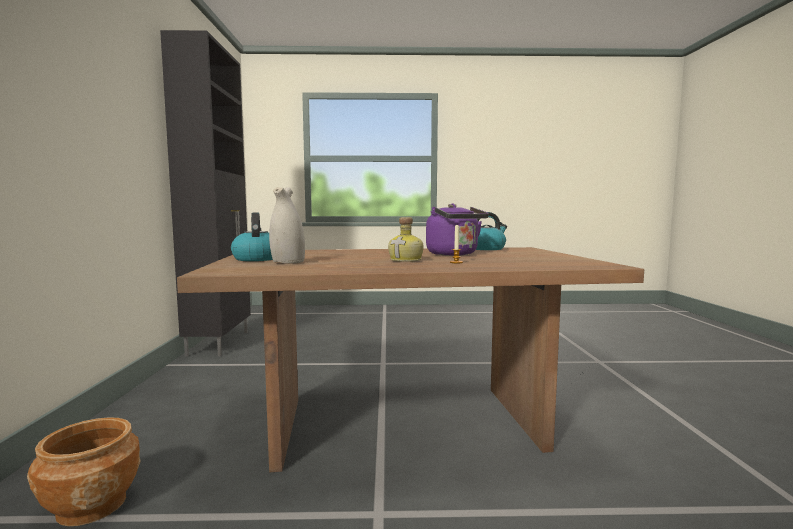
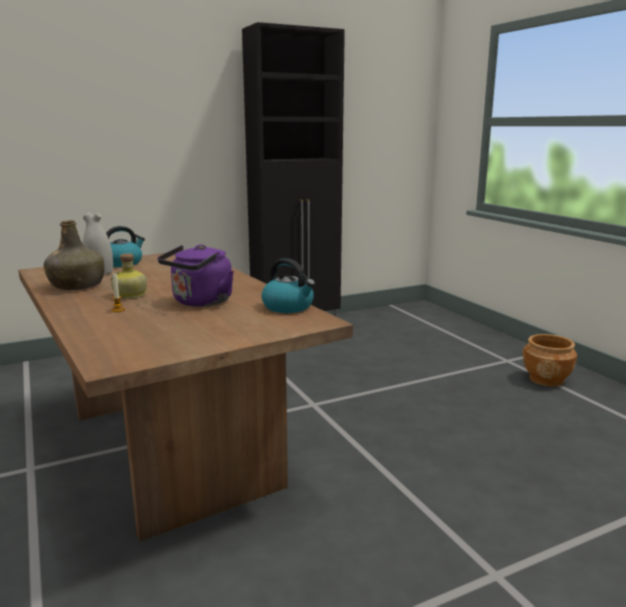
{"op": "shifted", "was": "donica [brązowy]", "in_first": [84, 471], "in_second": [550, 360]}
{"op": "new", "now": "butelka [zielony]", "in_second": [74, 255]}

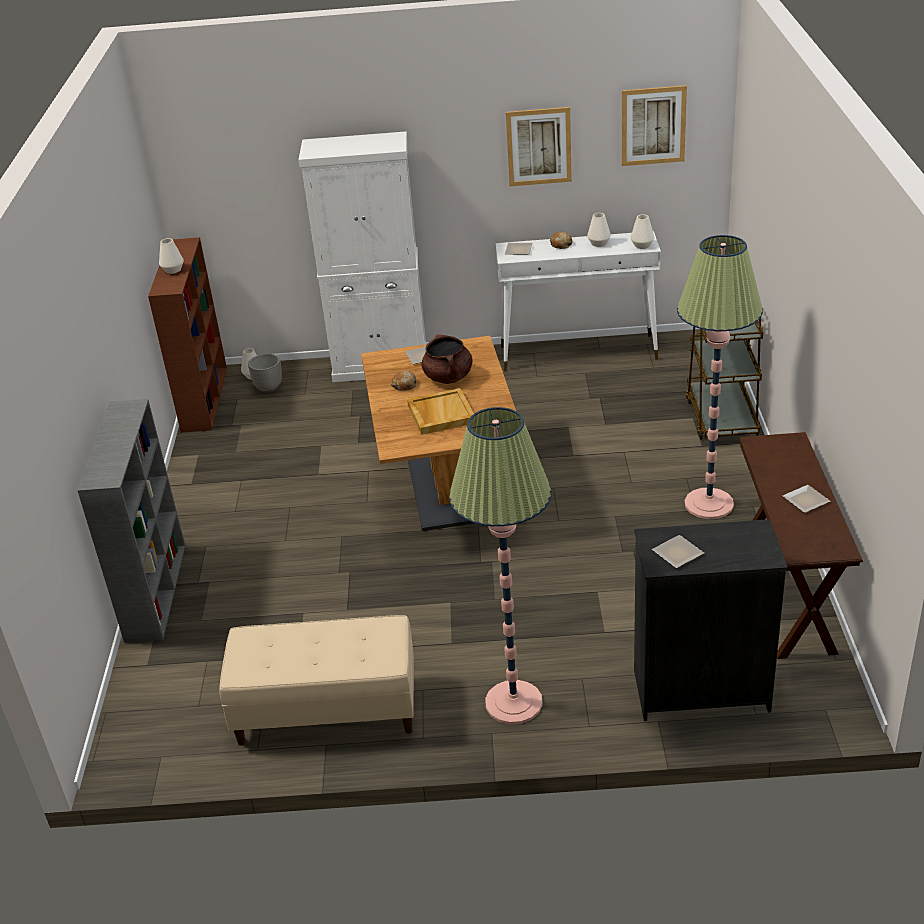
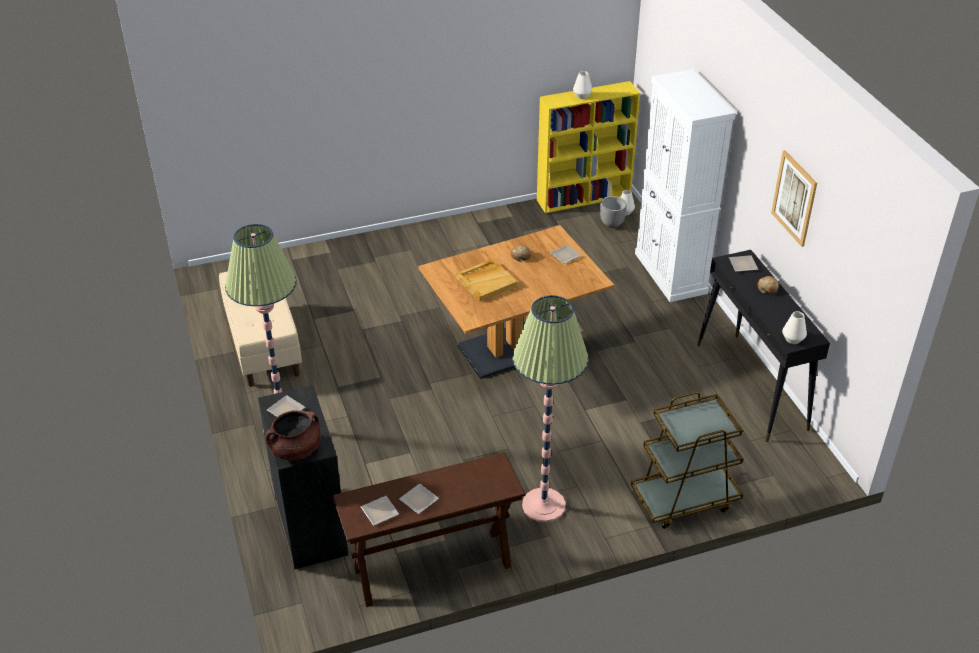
{"op": "gone", "was": "regał [szary]", "in_first": [131, 521]}
{"op": "repainted", "was": "regał [brązowy]", "now": "regał [żółty]", "in_first": [187, 335], "in_second": [588, 147]}
{"op": "shifted", "was": "garnek [brązowy]", "in_first": [447, 359], "in_second": [292, 435]}
{"op": "repainted", "was": "stolik konsolowy [biały]", "now": "stolik konsolowy [czarny]", "in_first": [578, 301], "in_second": [763, 346]}
{"op": "gone", "was": "wazon [biały]", "in_first": [599, 230]}
{"op": "gone", "was": "obraz", "in_first": [654, 125]}
{"op": "new", "now": "talerz", "in_second": [380, 511]}

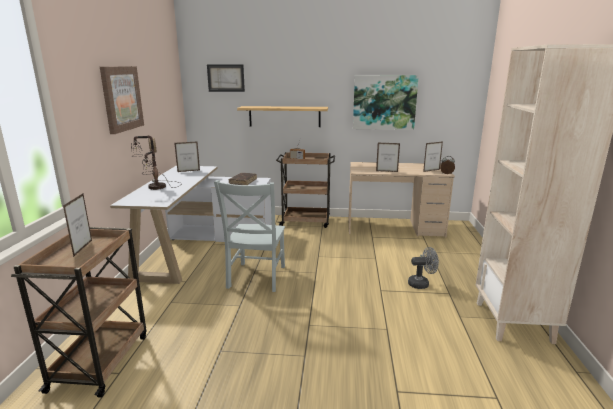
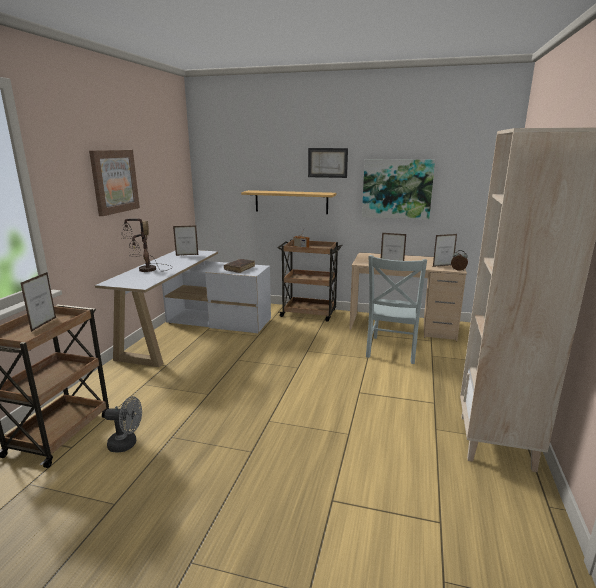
{"op": "shifted", "was": "obraz", "in_first": [226, 78], "in_second": [328, 163]}
{"op": "shifted", "was": "krzesło [szary]", "in_first": [249, 236], "in_second": [396, 309]}
{"op": "shifted", "was": "wentylator [szary]", "in_first": [423, 268], "in_second": [123, 424]}

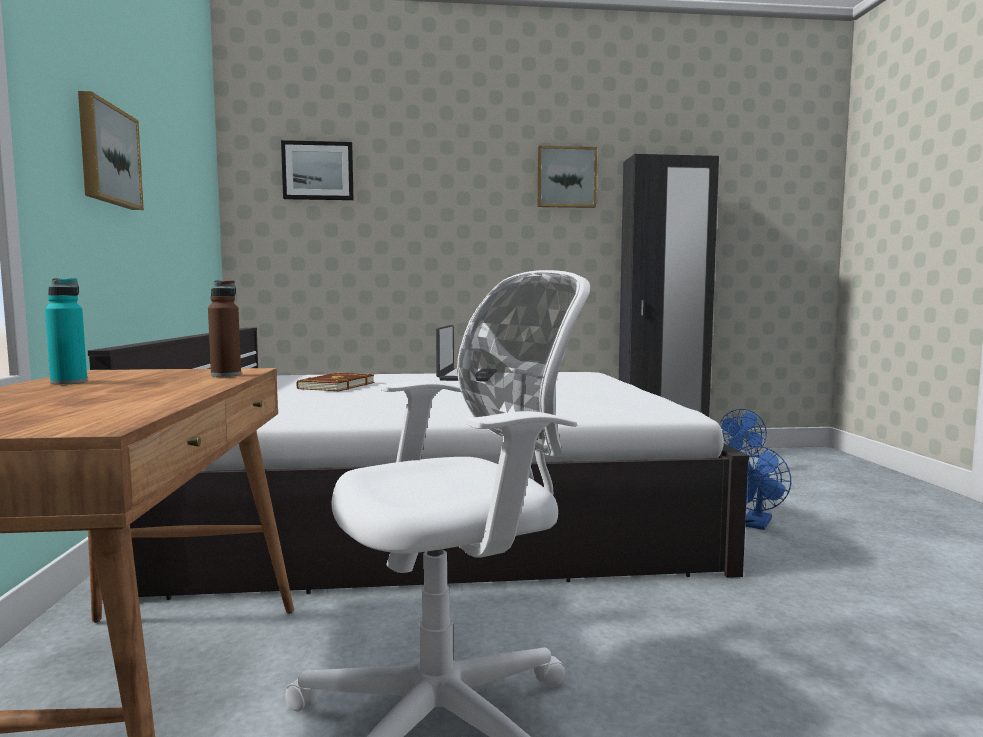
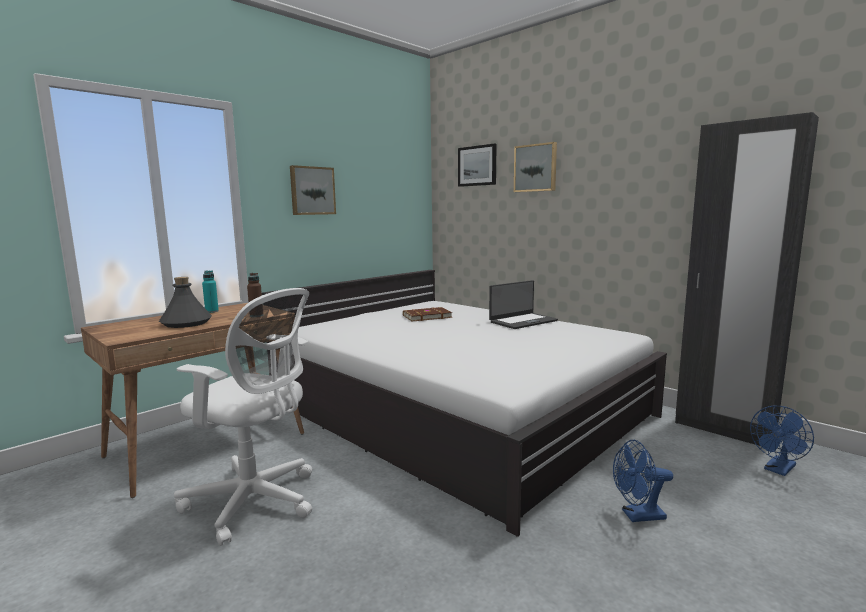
{"op": "shifted", "was": "obraz", "in_first": [567, 177], "in_second": [535, 167]}
{"op": "new", "now": "butelka [szary]", "in_second": [185, 302]}

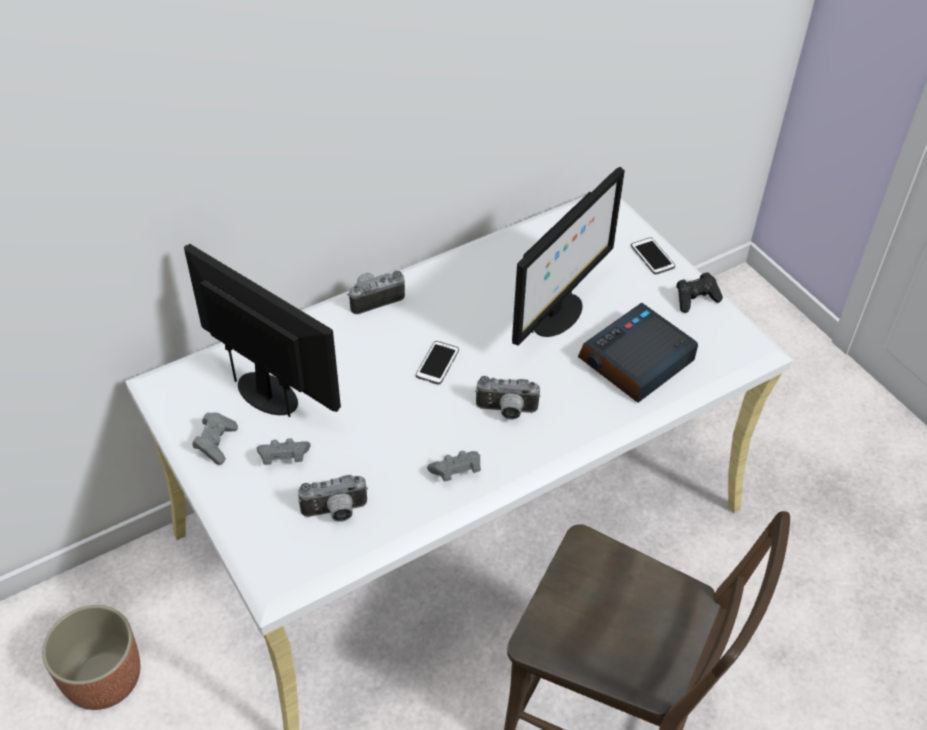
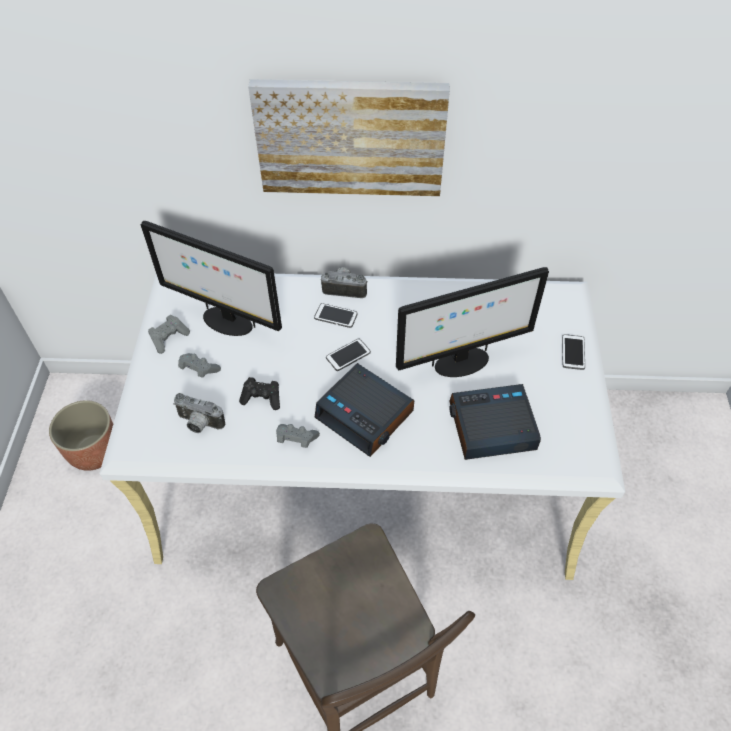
{"op": "rotated", "was": "monitor", "in_first": [262, 330], "in_second": [211, 278], "clockwise": 135}
{"op": "swapped", "was": "aparat fotograficzny", "now": "budzik", "in_first": [507, 398], "in_second": [364, 410]}
{"op": "shifted", "was": "pad do gier [czarny]", "in_first": [699, 292], "in_second": [259, 393]}
{"op": "new", "now": "obraz", "in_second": [349, 137]}
{"op": "new", "now": "telefon", "in_second": [336, 315]}

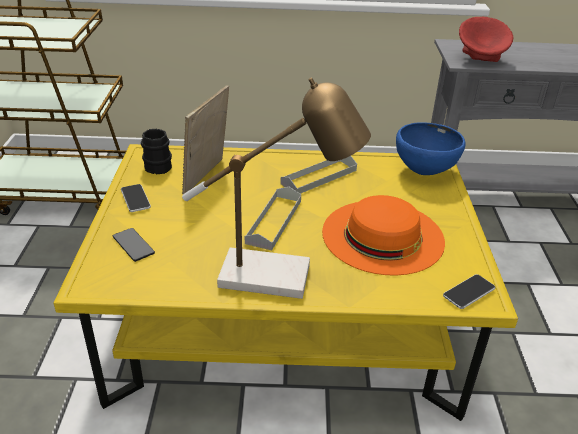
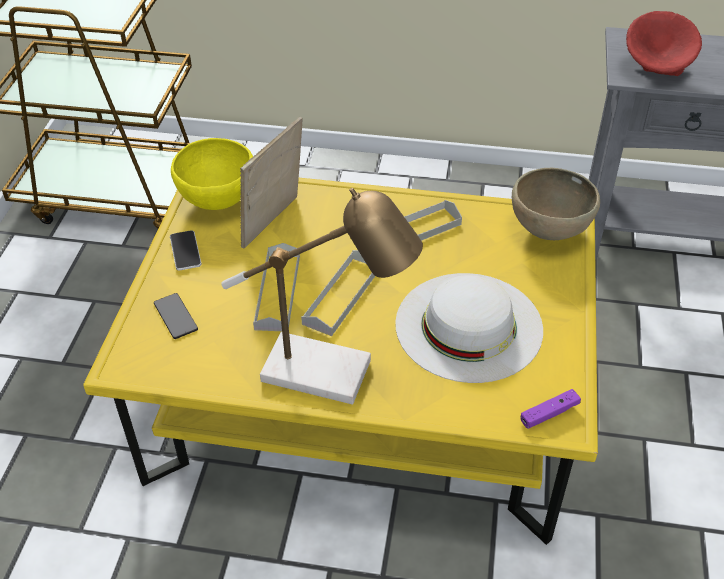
{"op": "swapped", "was": "kubek [czarny]", "now": "miska [żółty]", "in_first": [156, 151], "in_second": [212, 174]}
{"op": "repainted", "was": "kapelusz [pomarańczowy]", "now": "kapelusz [biały]", "in_first": [383, 235], "in_second": [469, 328]}
{"op": "repainted", "was": "miska [niebieski]", "now": "miska [brązowy]", "in_first": [430, 148], "in_second": [556, 204]}
{"op": "swapped", "was": "telefon", "now": "pad do gier [fioletowy]", "in_first": [469, 291], "in_second": [550, 409]}
{"op": "new", "now": "taca [szary]", "in_second": [276, 287]}

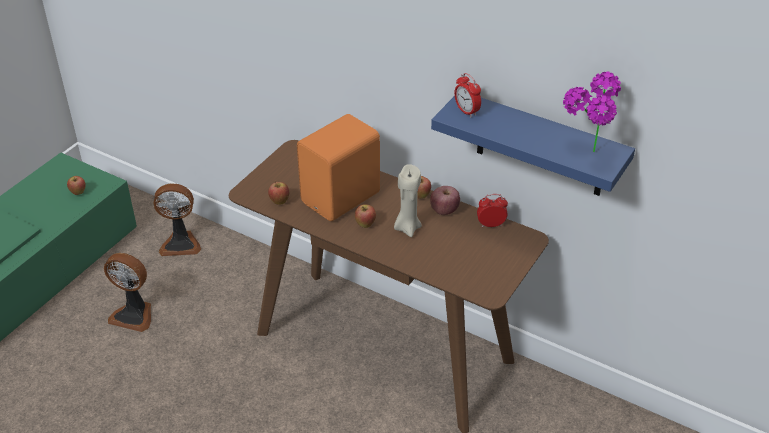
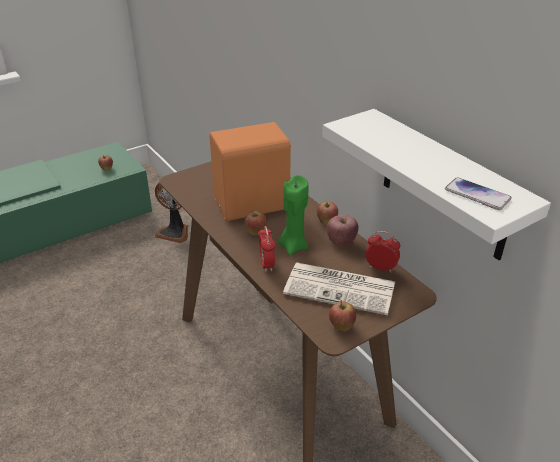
{"op": "gone", "was": "wentylator", "in_first": [127, 292]}
{"op": "shifted", "was": "jabłko", "in_first": [278, 193], "in_second": [342, 315]}
{"op": "repainted", "was": "świeca [beżowy]", "now": "świeca [zielony]", "in_first": [408, 200], "in_second": [293, 215]}
{"op": "repainted", "was": "półka [niebieski]", "now": "półka [biały]", "in_first": [533, 146], "in_second": [436, 184]}
{"op": "shifted", "was": "budzik", "in_first": [467, 95], "in_second": [266, 249]}
{"op": "swapped", "was": "roślina doniczkowa", "now": "telefon", "in_first": [592, 111], "in_second": [478, 193]}
{"op": "new", "now": "gazeta", "in_second": [339, 289]}

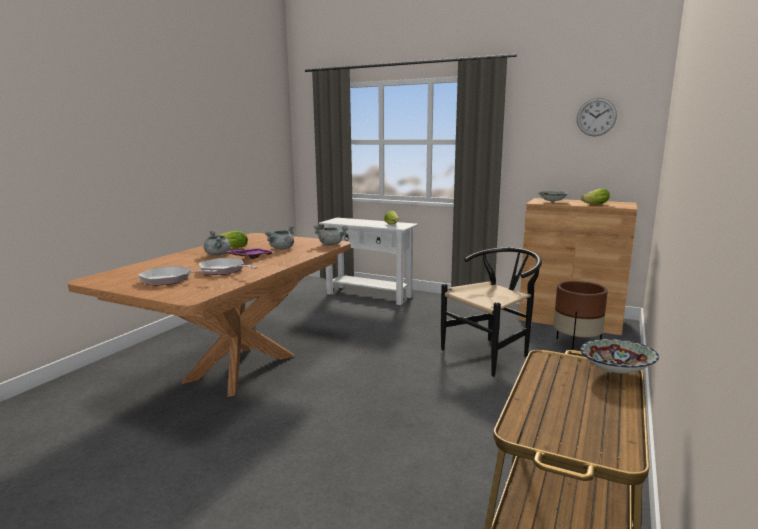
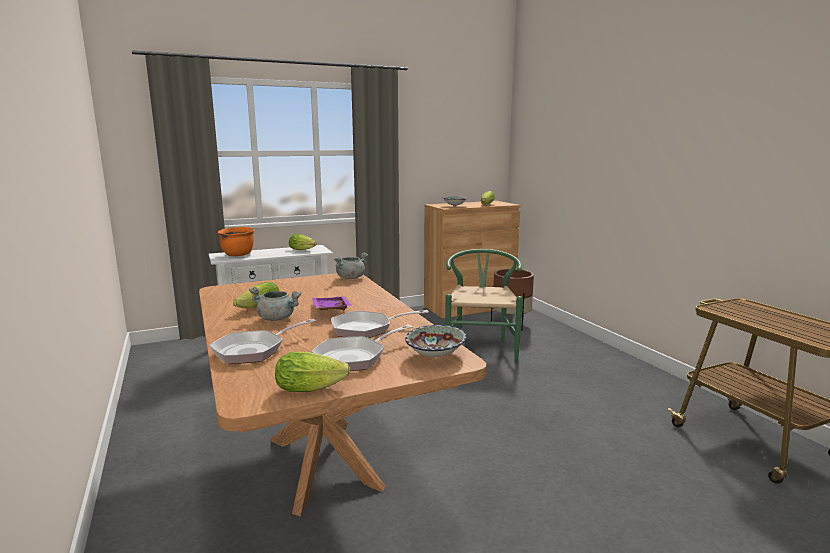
{"op": "gone", "was": "garnek [szary]", "in_first": [279, 237]}
{"op": "repainted", "was": "krzesło [czarny]", "now": "krzesło [zielony]", "in_first": [491, 312], "in_second": [484, 306]}
{"op": "gone", "was": "zegar ścienny", "in_first": [597, 117]}
{"op": "shifted", "was": "miska", "in_first": [619, 356], "in_second": [436, 341]}
{"op": "new", "now": "patelnia", "in_second": [262, 341]}
{"op": "new", "now": "garnek [pomarańczowy]", "in_second": [236, 241]}
{"op": "new", "now": "sałata", "in_second": [312, 371]}

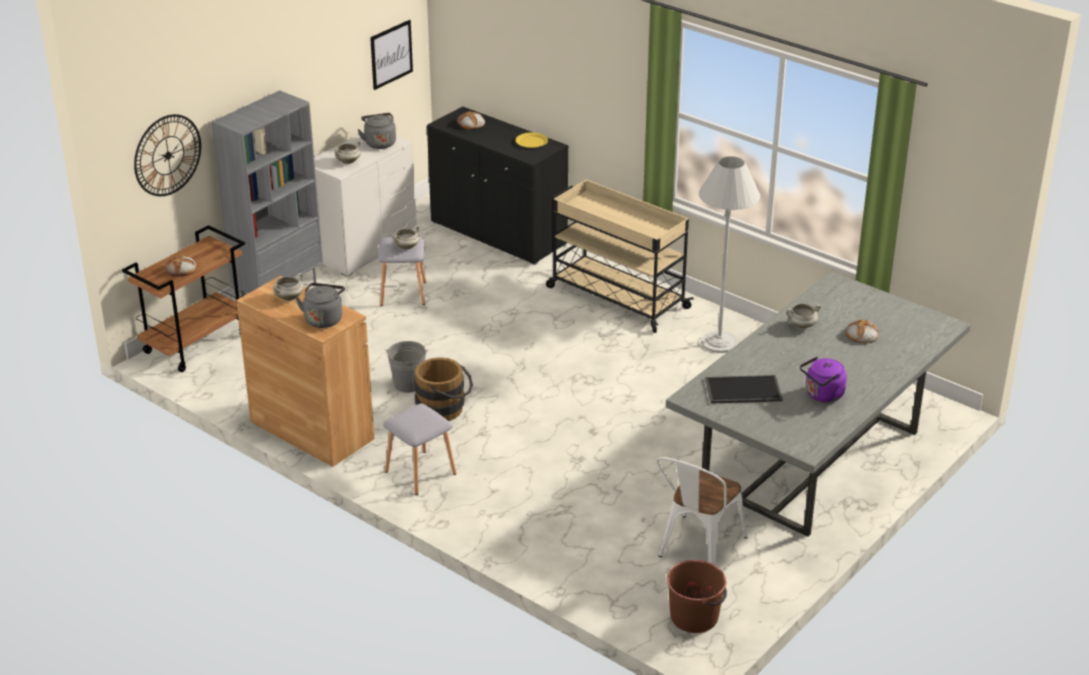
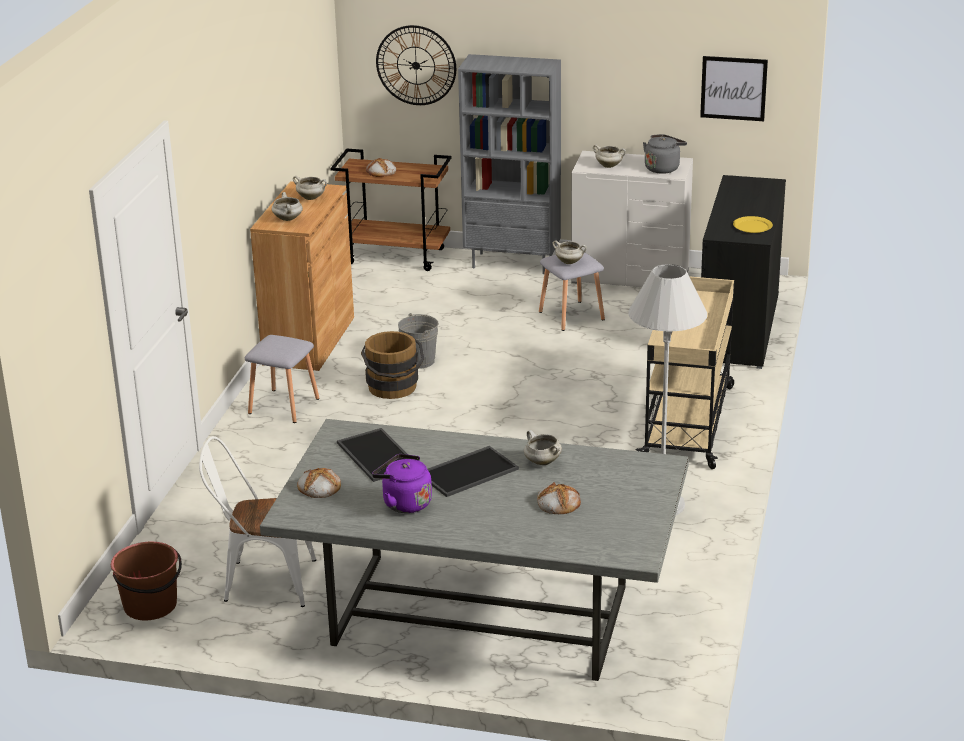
{"op": "swapped", "was": "czajnik [szary]", "now": "garnek [biały]", "in_first": [320, 305], "in_second": [287, 206]}
{"op": "shifted", "was": "chleb", "in_first": [471, 120], "in_second": [319, 483]}
{"op": "new", "now": "taca", "in_second": [473, 471]}

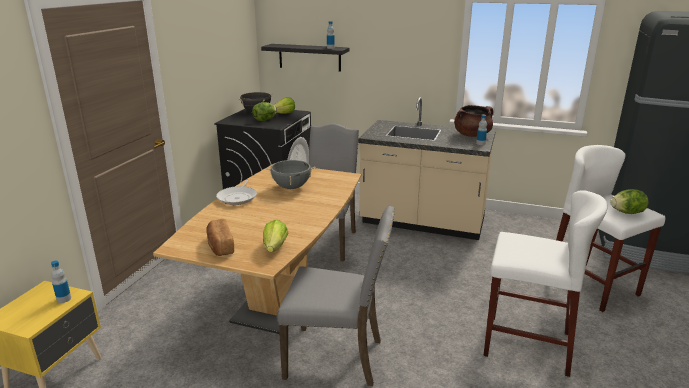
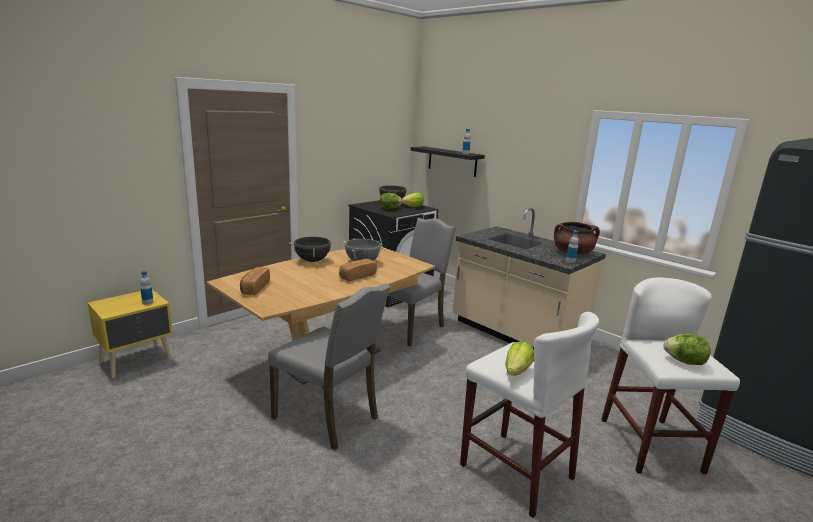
{"op": "swapped", "was": "patelnia", "now": "garnek [czarny]", "in_first": [236, 192], "in_second": [312, 249]}
{"op": "shifted", "was": "sałata", "in_first": [275, 236], "in_second": [519, 358]}
{"op": "new", "now": "chleb", "in_second": [358, 270]}

